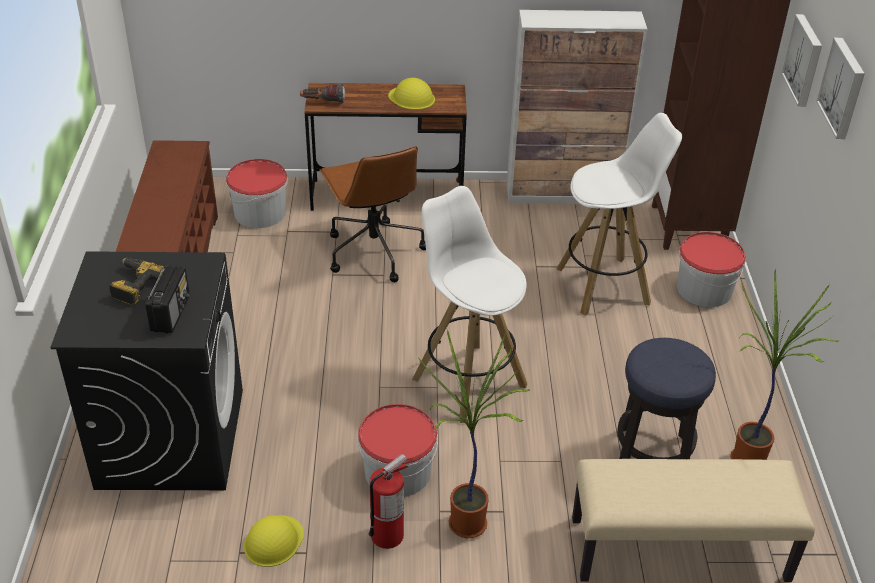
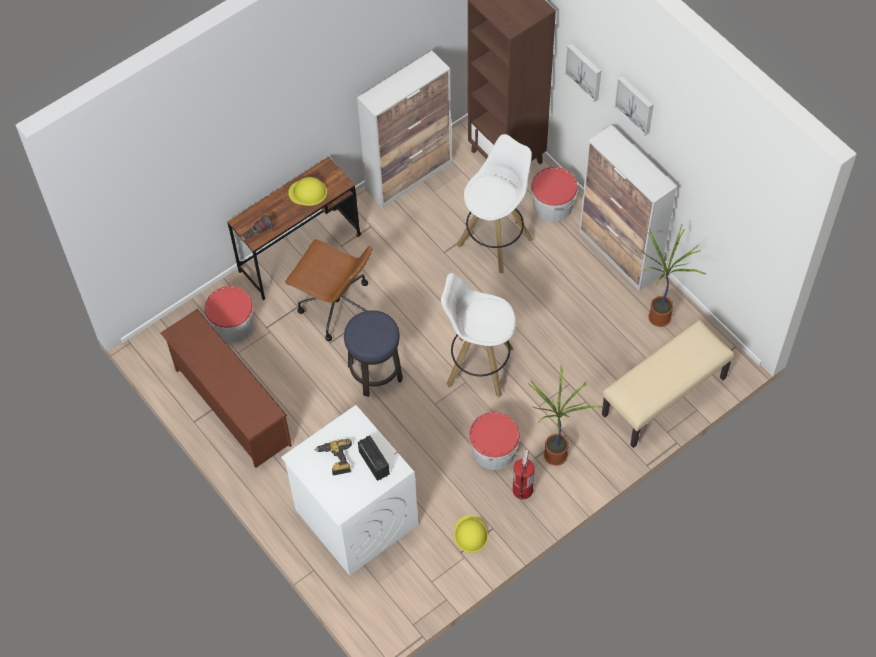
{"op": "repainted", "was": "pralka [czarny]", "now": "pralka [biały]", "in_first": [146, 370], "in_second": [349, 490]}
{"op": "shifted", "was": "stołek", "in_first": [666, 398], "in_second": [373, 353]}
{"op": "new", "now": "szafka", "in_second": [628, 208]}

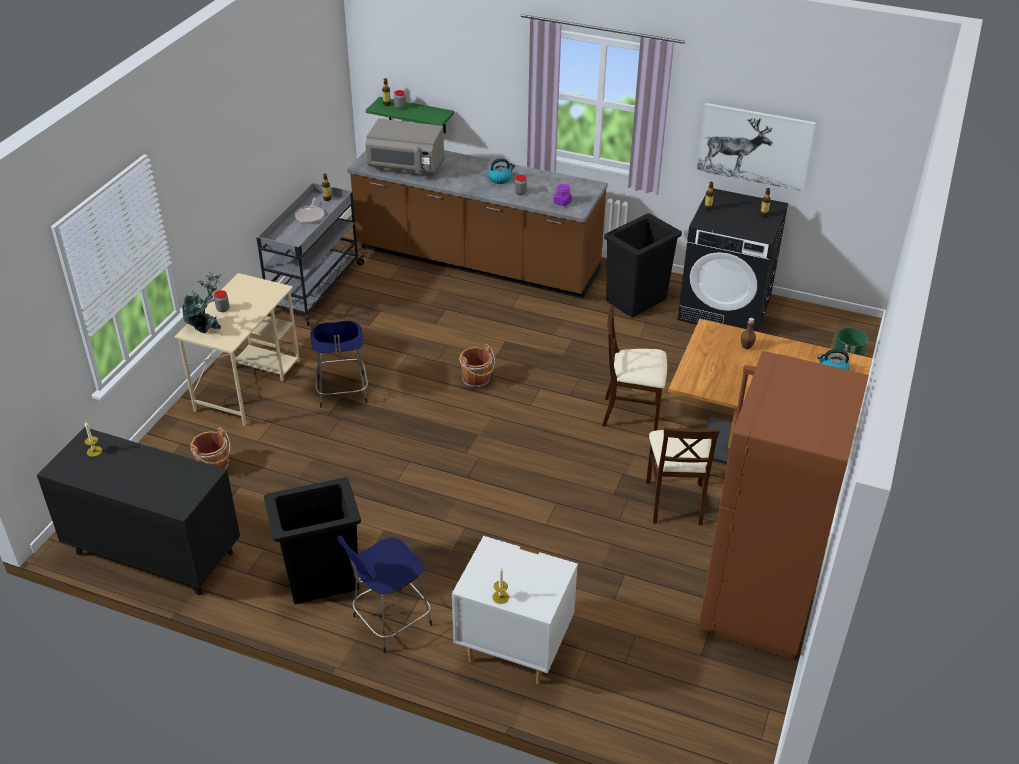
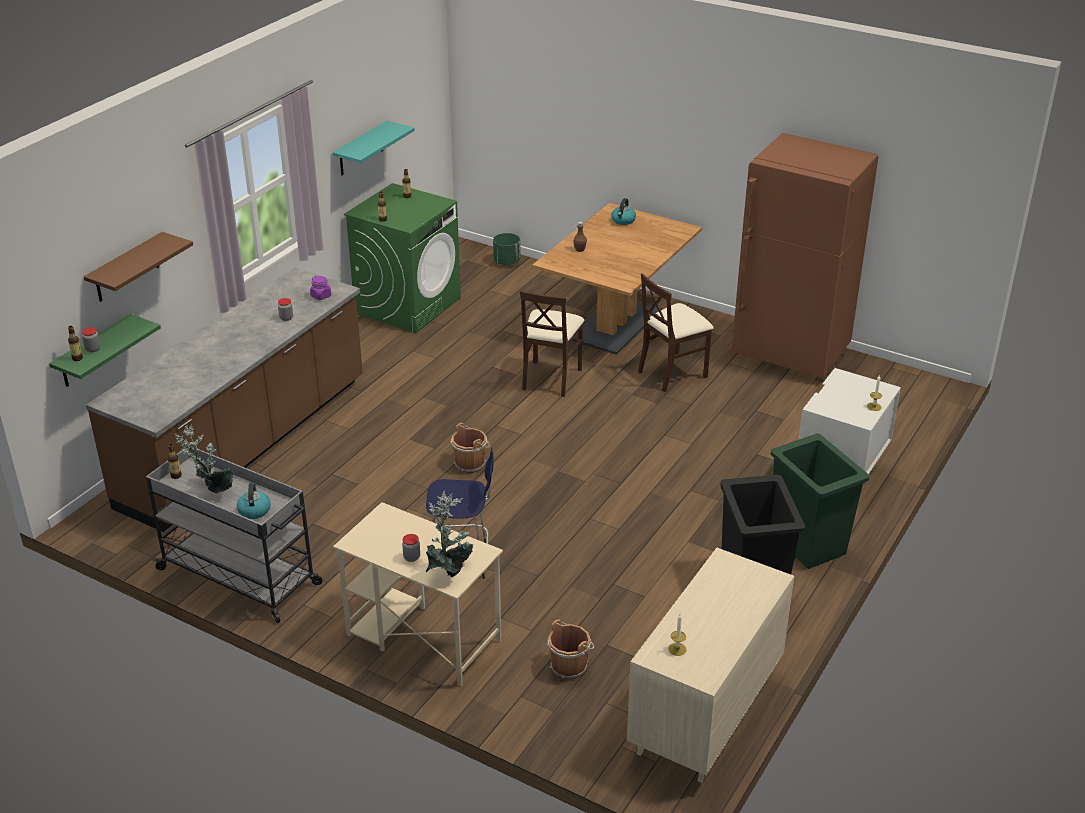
{"op": "repainted", "was": "komoda [czarny]", "now": "komoda [beżowy]", "in_first": [138, 511], "in_second": [710, 665]}
{"op": "swapped", "was": "patelnia", "now": "roślina doniczkowa", "in_first": [309, 210], "in_second": [205, 459]}
{"op": "swapped", "was": "stołek [niebieski]", "now": "kosz na śmieci [zielony]", "in_first": [384, 594], "in_second": [820, 501]}
{"op": "gone", "was": "mikrofalówka [szary]", "in_first": [405, 147]}
{"op": "shifted", "was": "czajnik", "in_first": [501, 171], "in_second": [254, 501]}
{"op": "gone", "was": "kosz na śmieci [czarny]", "in_first": [643, 265]}
{"op": "rotated", "was": "krzesło [beżowy]", "in_first": [683, 476], "in_second": [676, 332], "clockwise": 135}
{"op": "repainted", "was": "pralka [czarny]", "now": "pralka [zielony]", "in_first": [732, 260], "in_second": [402, 258]}
{"op": "swapped", "was": "obraz", "now": "półka [turkusowy]", "in_first": [756, 147], "in_second": [373, 148]}
{"op": "new", "now": "półka [brązowy]", "in_second": [138, 267]}

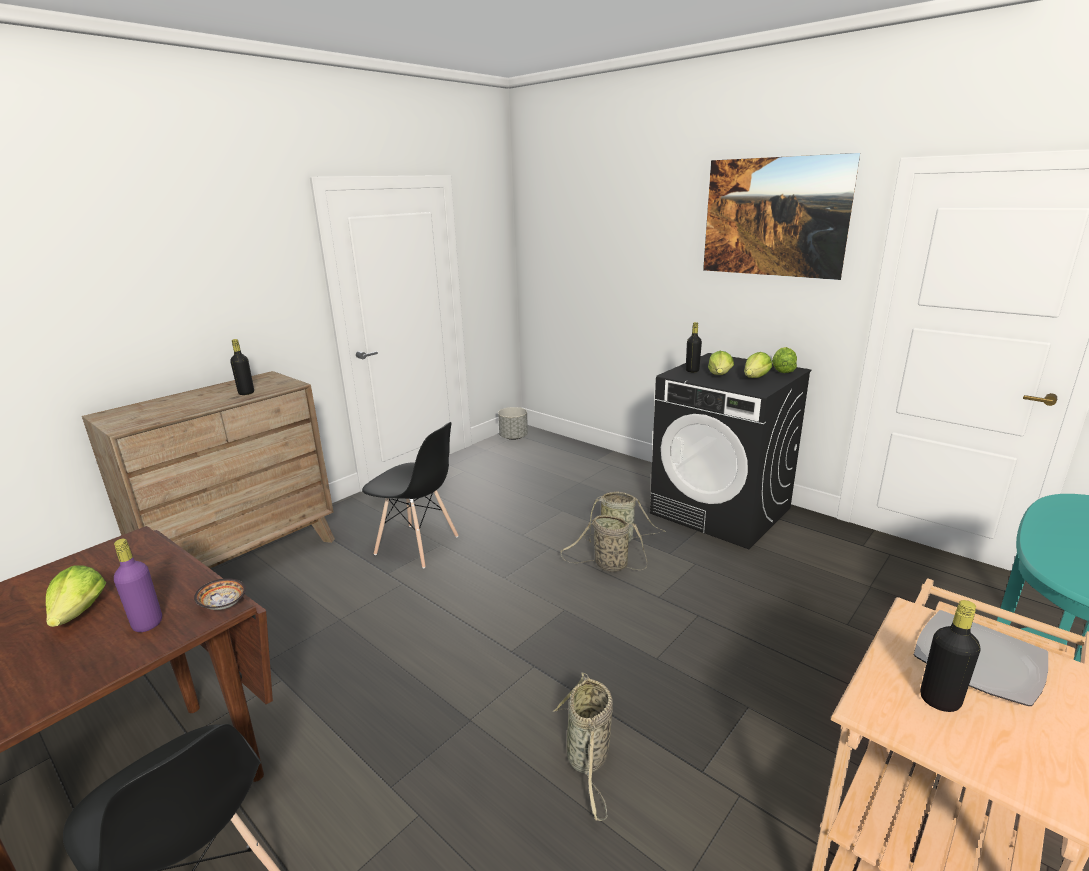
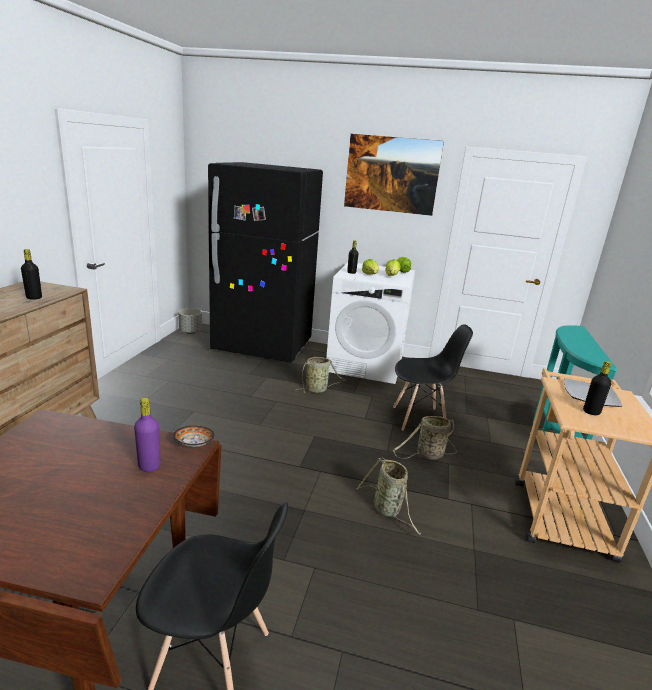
{"op": "gone", "was": "sałata", "in_first": [76, 596]}
{"op": "shifted", "was": "krzesło [czarny]", "in_first": [410, 495], "in_second": [433, 377]}
{"op": "shifted", "was": "koszyk", "in_first": [603, 543], "in_second": [425, 438]}
{"op": "repainted", "was": "pralka [czarny]", "now": "pralka [biały]", "in_first": [731, 451], "in_second": [370, 323]}
{"op": "new", "now": "lodówka [czarny]", "in_second": [265, 262]}

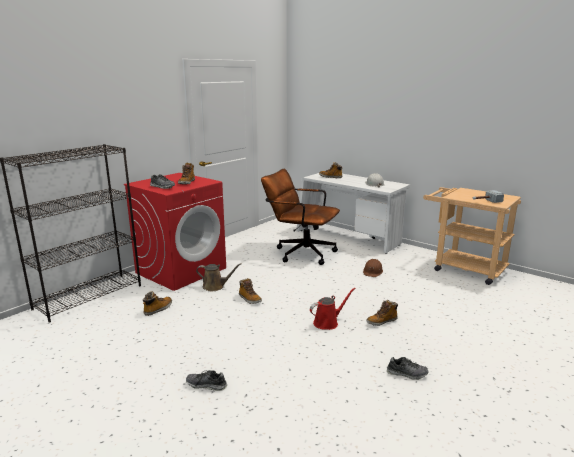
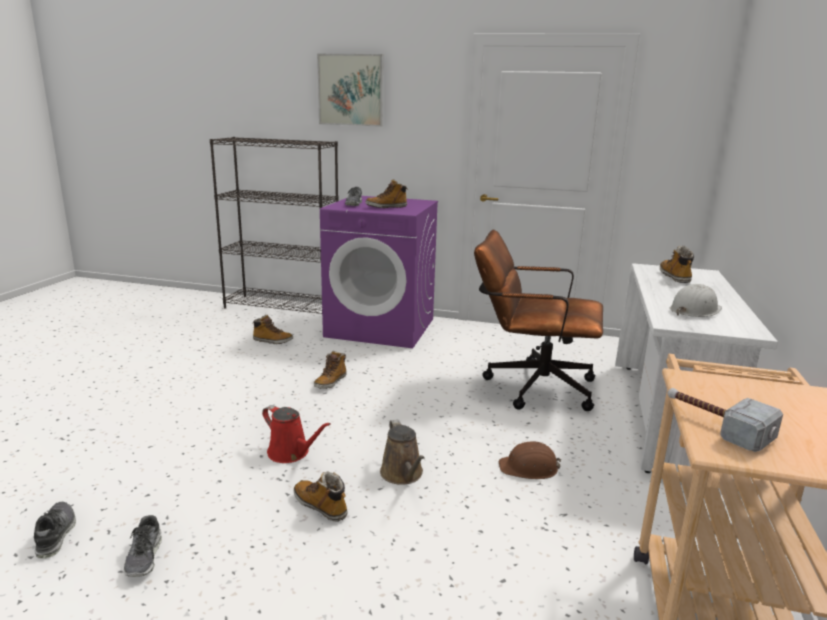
{"op": "repainted", "was": "pralka [czerwony]", "now": "pralka [fioletowy]", "in_first": [175, 232], "in_second": [379, 272]}
{"op": "shifted", "was": "but", "in_first": [206, 380], "in_second": [55, 530]}
{"op": "shifted", "was": "konewka [brązowy]", "in_first": [219, 277], "in_second": [402, 452]}
{"op": "rotated", "was": "krzesło biurowe [brązowy]", "in_first": [300, 217], "in_second": [538, 320], "clockwise": -75}
{"op": "new", "now": "obraz", "in_second": [350, 90]}

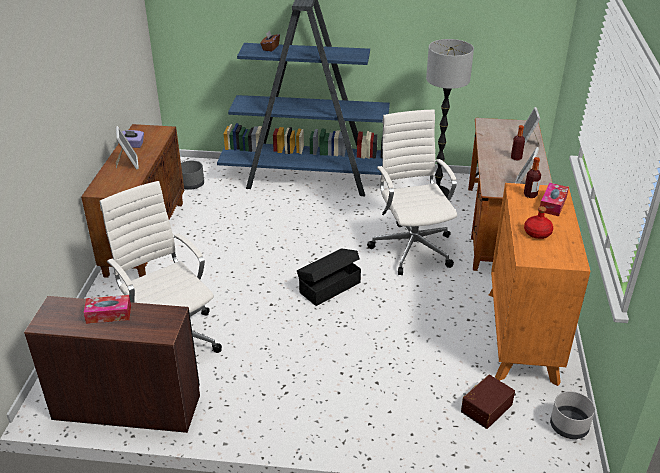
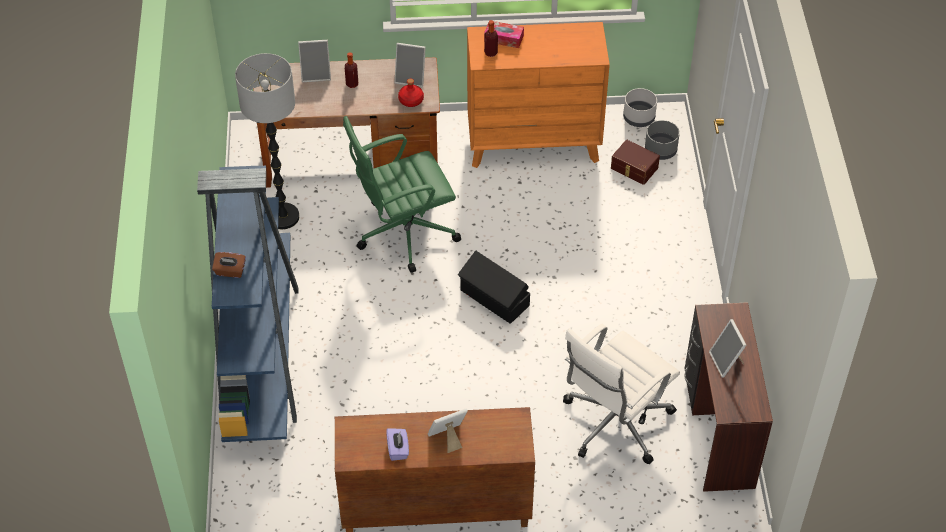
{"op": "swapped", "was": "pudełko chusteczek", "now": "ramka na zdjęcie", "in_first": [107, 309], "in_second": [727, 348]}
{"op": "shifted", "was": "donica [szary]", "in_first": [192, 175], "in_second": [662, 140]}
{"op": "repainted", "was": "krzesło biurowe [biały]", "now": "krzesło biurowe [zielony]", "in_first": [412, 192], "in_second": [402, 194]}
{"op": "shifted", "was": "butelka [czerwony]", "in_first": [538, 222], "in_second": [411, 93]}

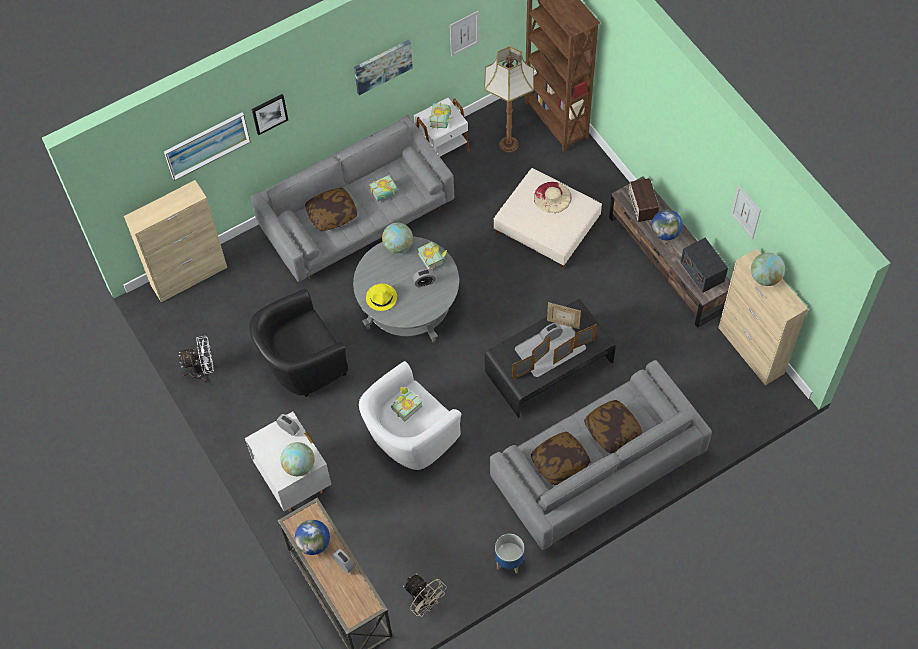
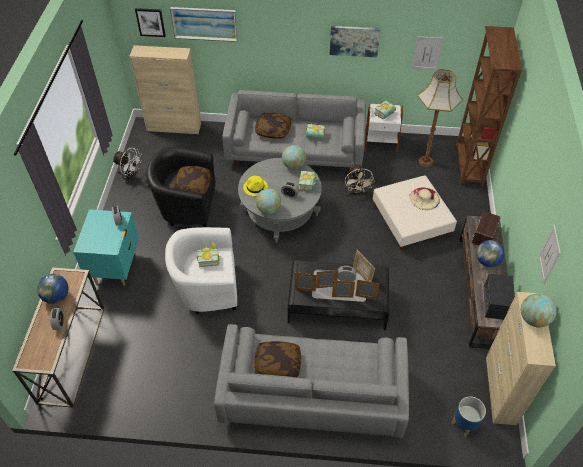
{"op": "repainted", "was": "szafka nocna [biały]", "now": "szafka nocna [turkusowy]", "in_first": [288, 461], "in_second": [106, 247]}
{"op": "shifted", "was": "obraz", "in_first": [270, 114], "in_second": [150, 22]}
{"op": "shifted", "was": "globus", "in_first": [297, 459], "in_second": [268, 201]}
{"op": "shifted", "was": "wentylator [beżowy]", "in_first": [425, 595], "in_second": [360, 179]}
{"op": "shifted", "was": "donica", "in_first": [509, 554], "in_second": [469, 416]}
{"op": "shifted", "was": "poduszka", "in_first": [613, 427], "in_second": [192, 180]}

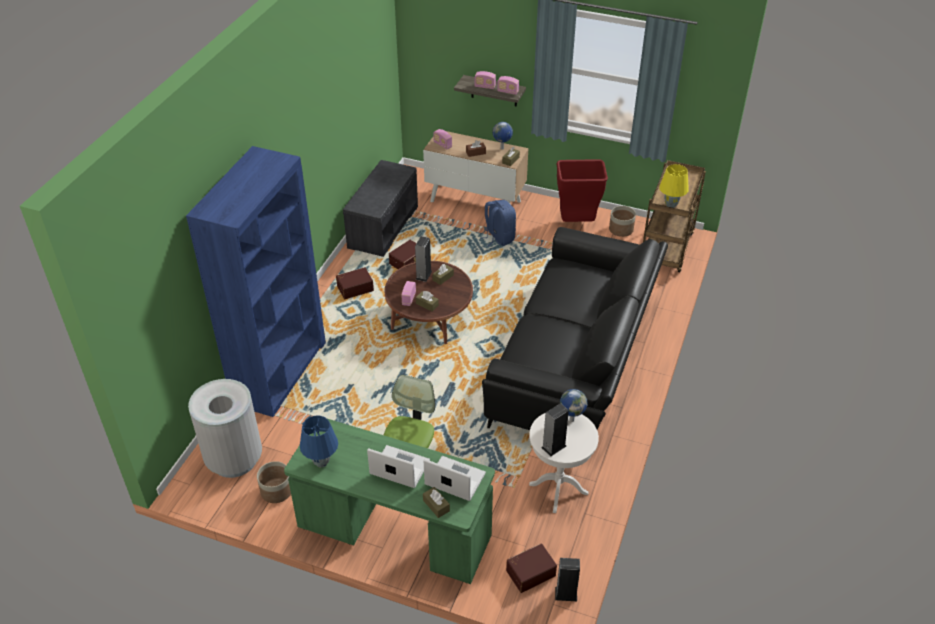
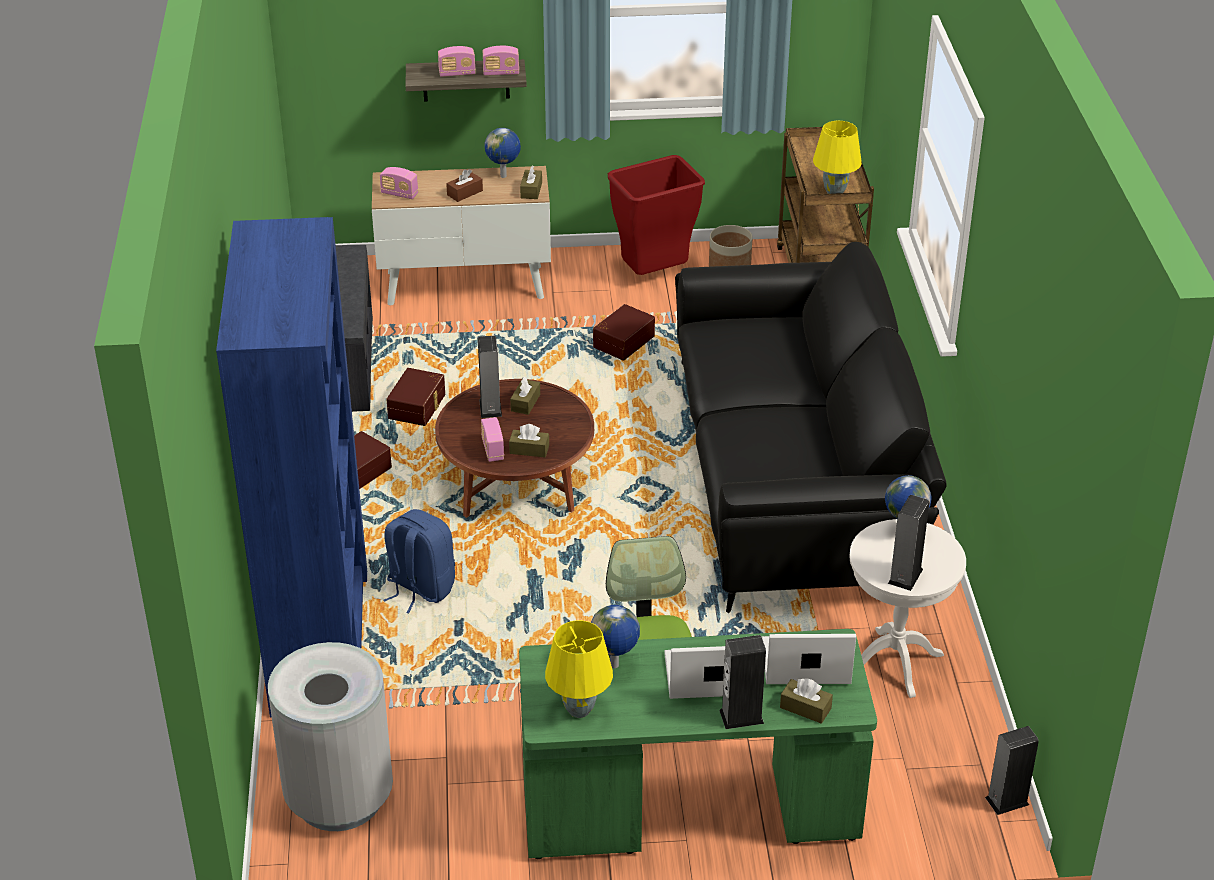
{"op": "gone", "was": "donica", "in_first": [274, 482]}
{"op": "repainted", "was": "lampa stołowa [niebieski]", "now": "lampa stołowa [żółty]", "in_first": [319, 441], "in_second": [579, 669]}
{"op": "shifted", "was": "plecak [niebieski]", "in_first": [498, 223], "in_second": [419, 561]}
{"op": "shifted", "was": "pojemnik do przechowywania [brązowy]", "in_first": [531, 568], "in_second": [624, 332]}
{"op": "new", "now": "globus", "in_second": [615, 636]}
{"op": "new", "now": "głośnik", "in_second": [742, 682]}

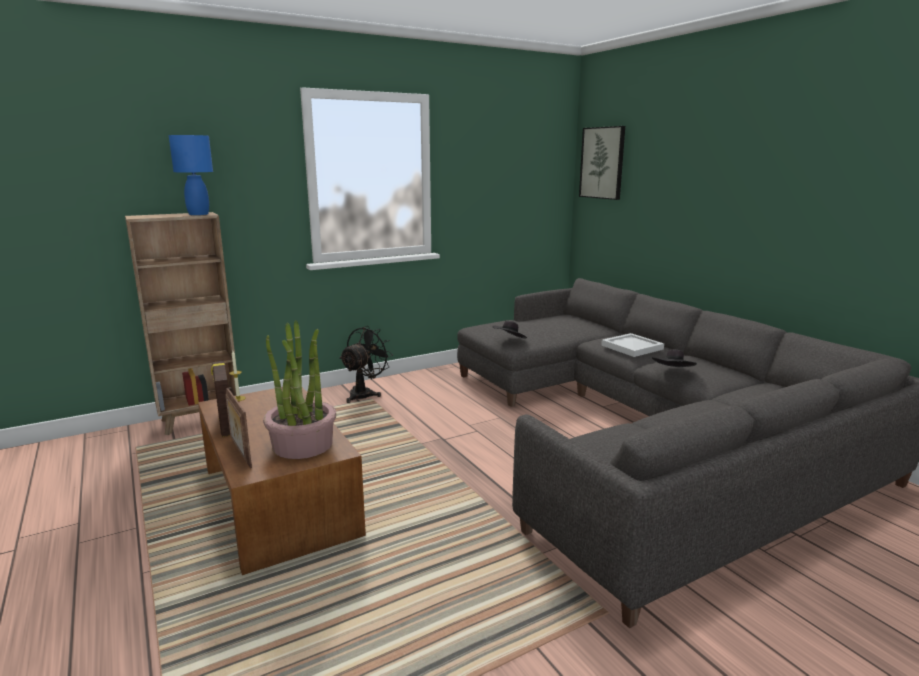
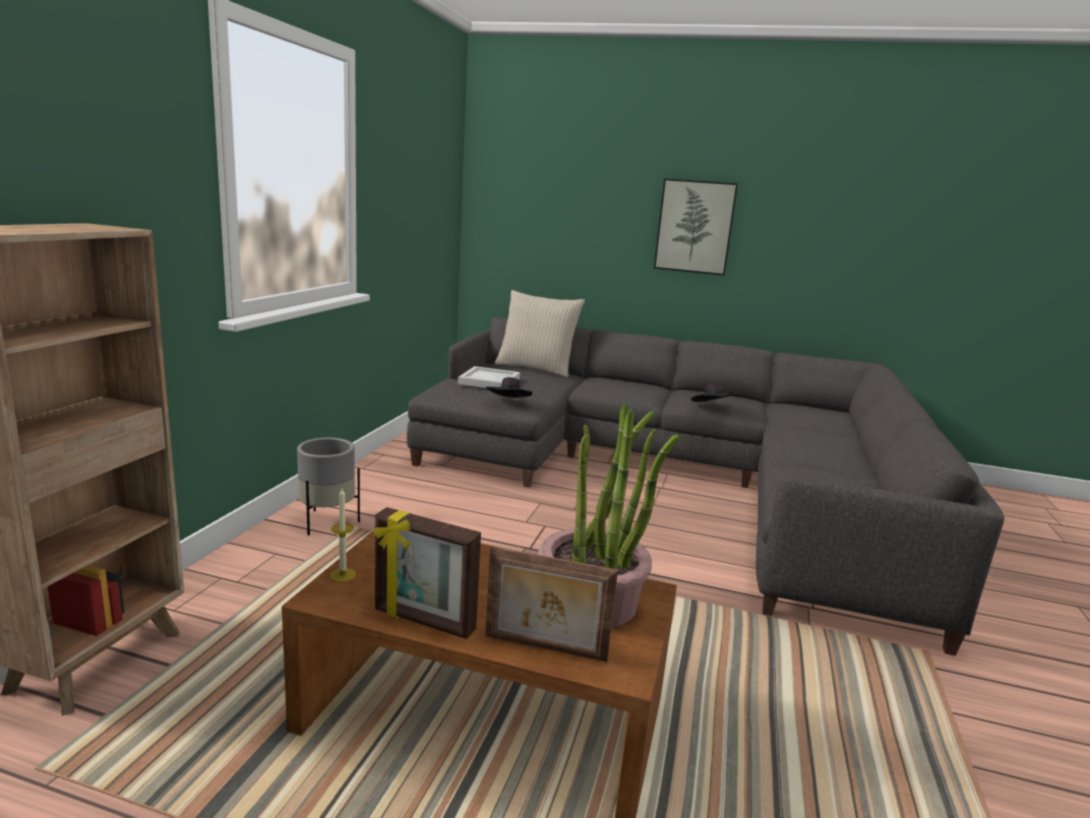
{"op": "gone", "was": "lampa stołowa [niebieski]", "in_first": [191, 175]}
{"op": "swapped", "was": "wentylator [czarny]", "now": "donica [szary]", "in_first": [366, 364], "in_second": [328, 487]}
{"op": "shifted", "was": "obraz", "in_first": [602, 163], "in_second": [696, 227]}
{"op": "shifted", "was": "taca [biały]", "in_first": [632, 345], "in_second": [489, 377]}
{"op": "new", "now": "poduszka [beżowy]", "in_second": [539, 334]}

